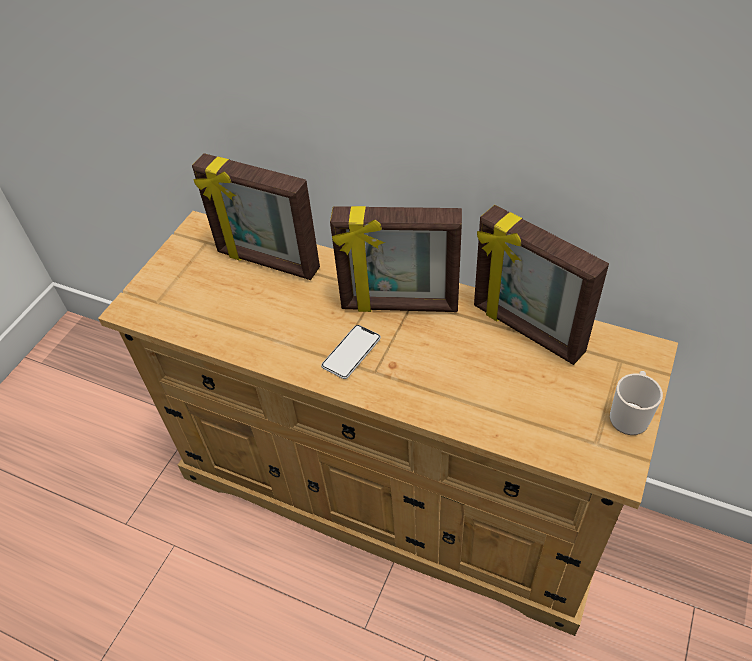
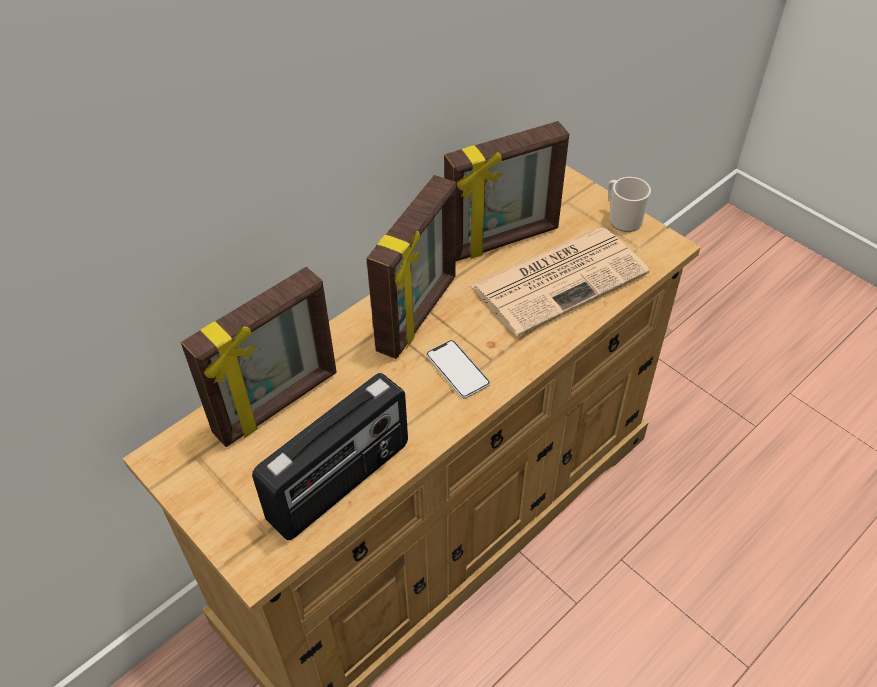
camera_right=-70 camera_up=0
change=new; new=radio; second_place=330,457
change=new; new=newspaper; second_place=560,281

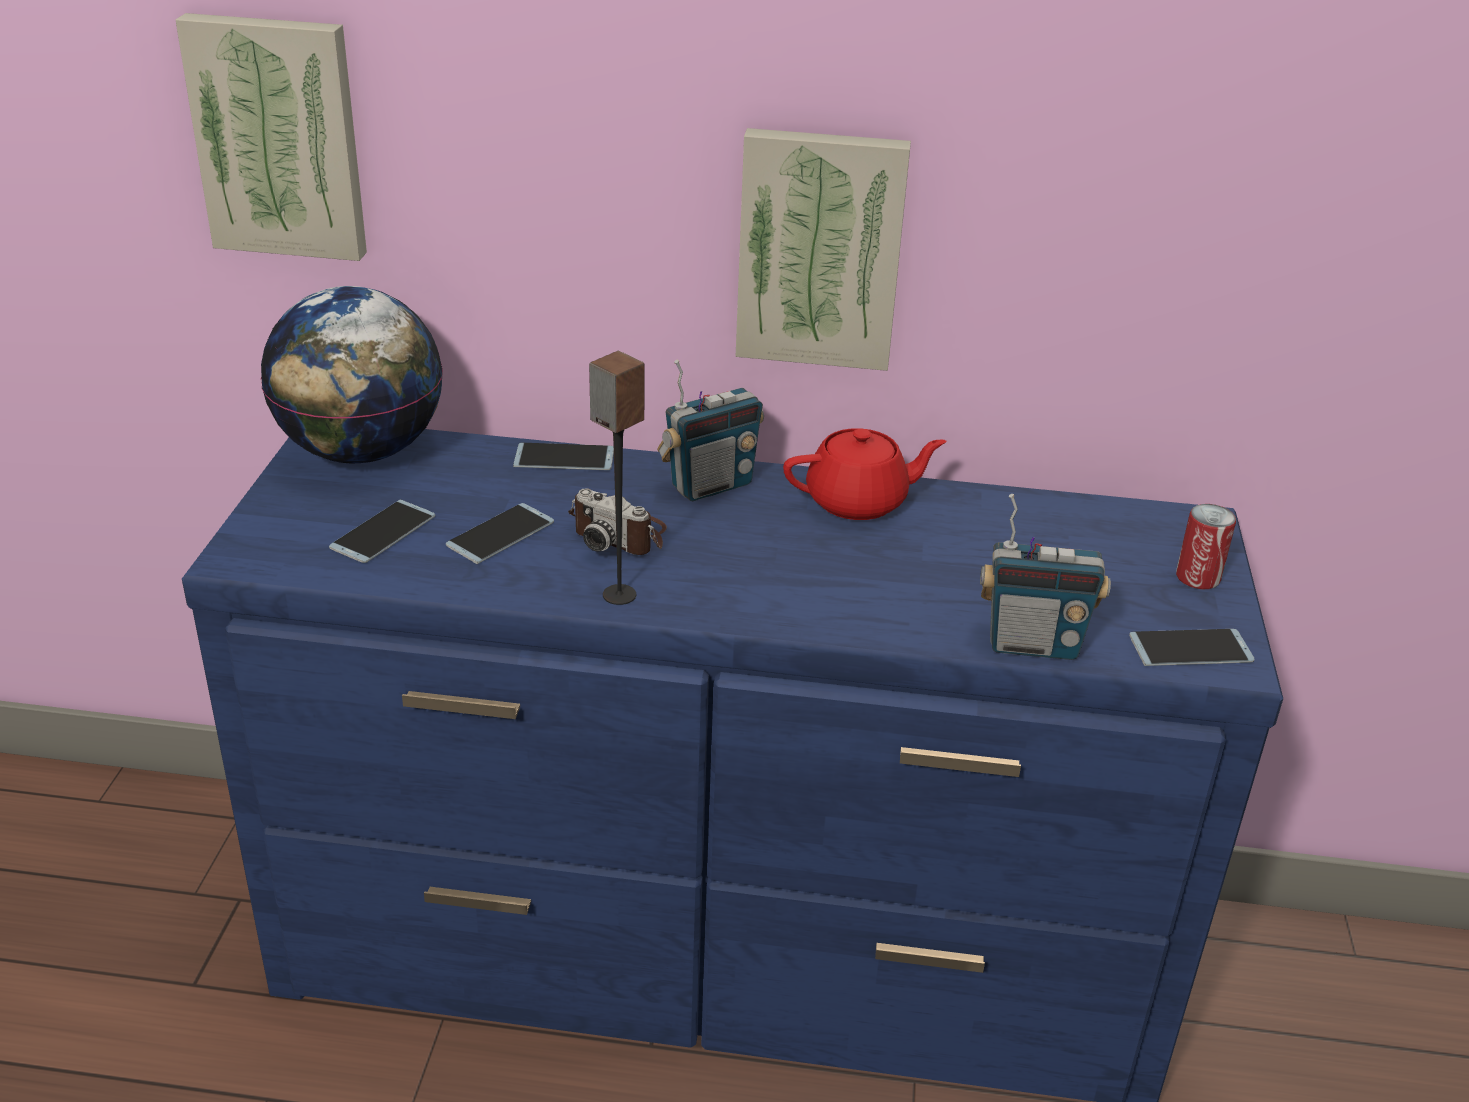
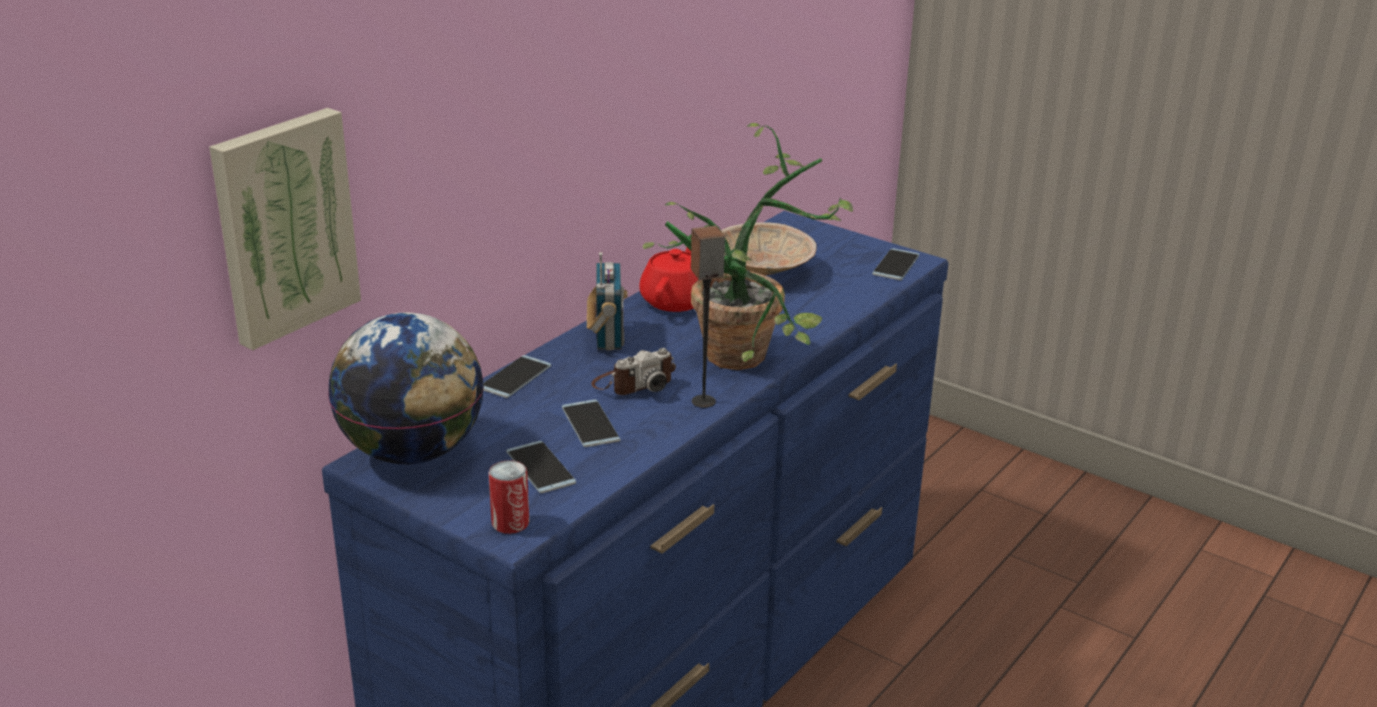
camera_right=-60 camera_up=-5
change=shifted; old=can; first_place=1206,546; second_place=509,497
change=new; new=potted plant; second_place=748,246
change=new; new=bowl (beige); second_place=769,248
change=gone; old=picture; first_place=823,249
change=gone; old=radio; first_place=1045,577

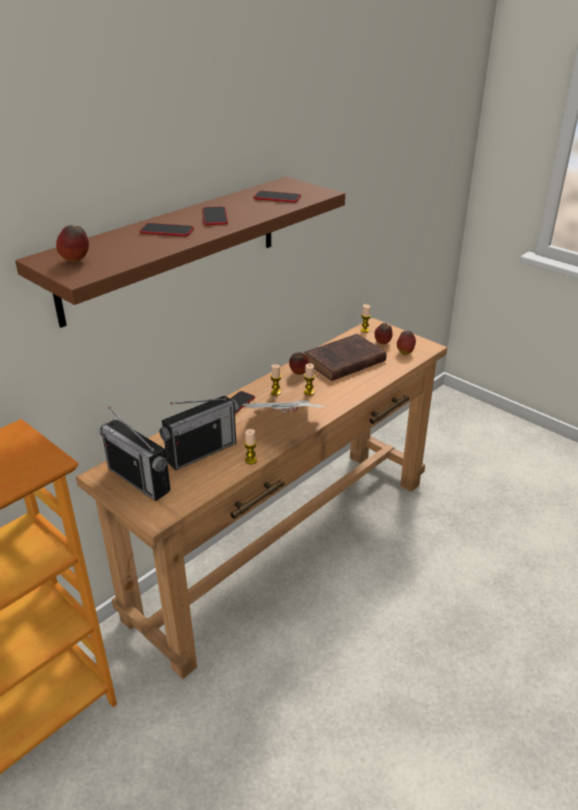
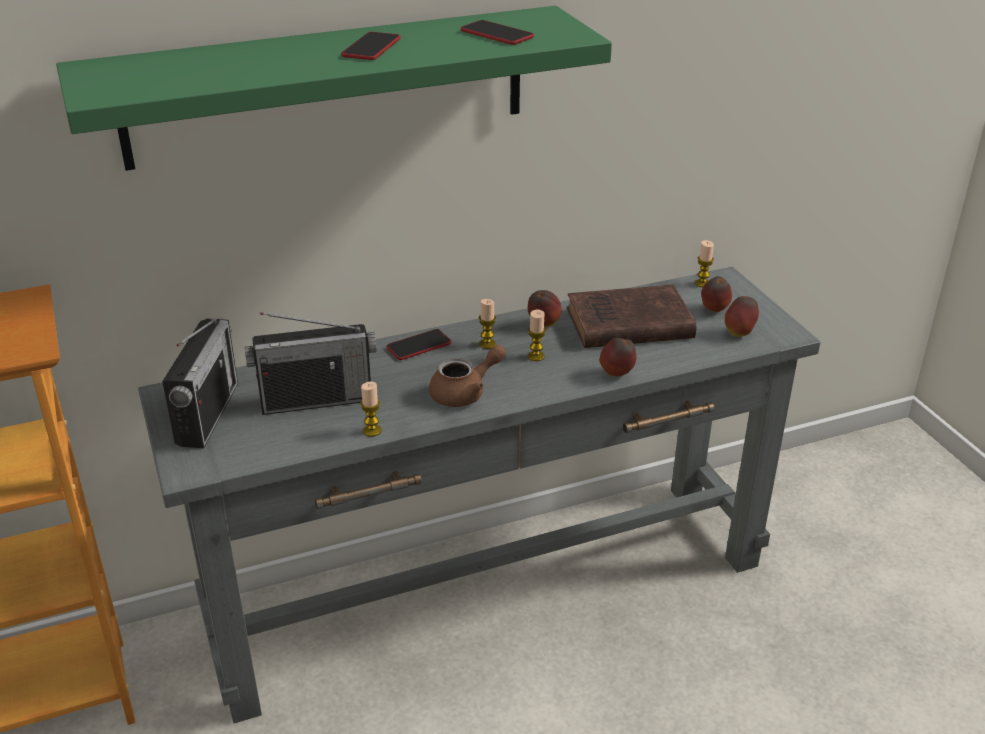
camera_right=25 camera_up=0
change=repainted; old=shelf (brown); new=shelf (green); first_place=180,252; second_place=334,88
change=repainted; old=console table (brown); new=console table (grey); first_place=261,498; second_place=479,495
change=rotated; old=radio; first_place=135,454; second_place=200,383; degrees=-150
change=swapped; old=newspaper; new=teapot (brown); first_place=284,406; second_place=467,376
change=shifted; old=apple; first_place=72,243; second_place=617,357
change=gone; old=phone; first_place=167,230

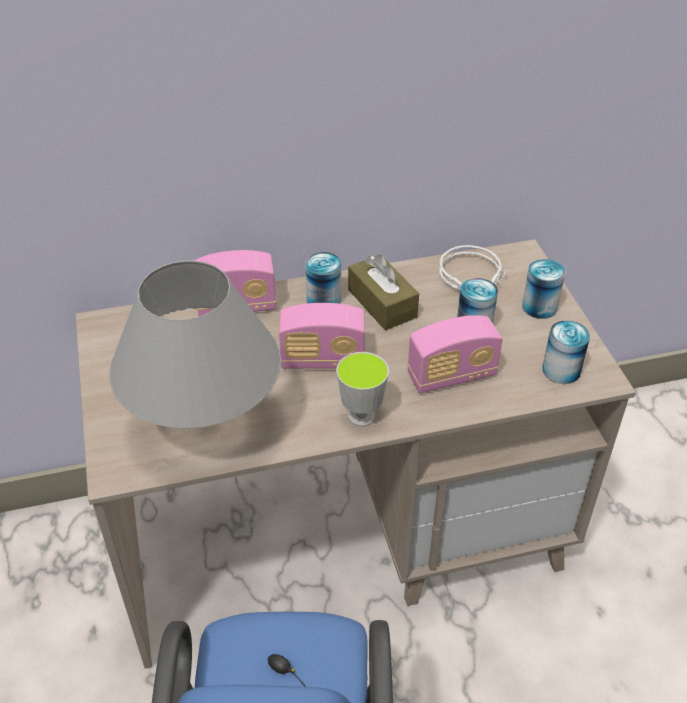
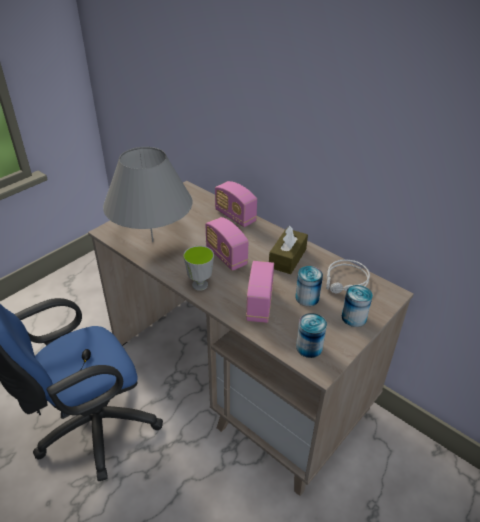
camera_right=55 camera_up=-5
change=rotated; old=radio; first_place=454,354; second_place=260,292; degrees=60
change=gone; old=can; first_place=323,278

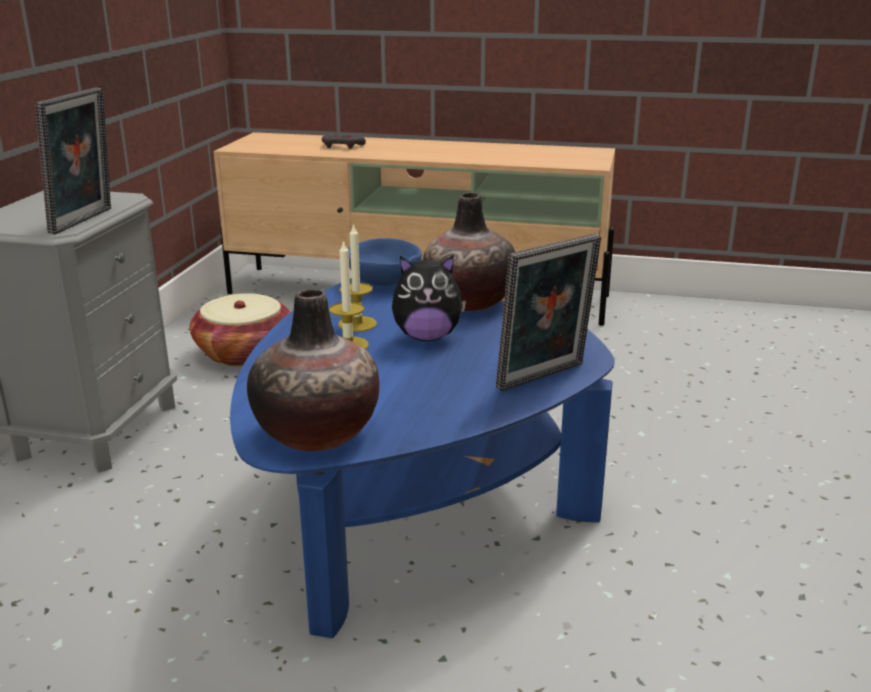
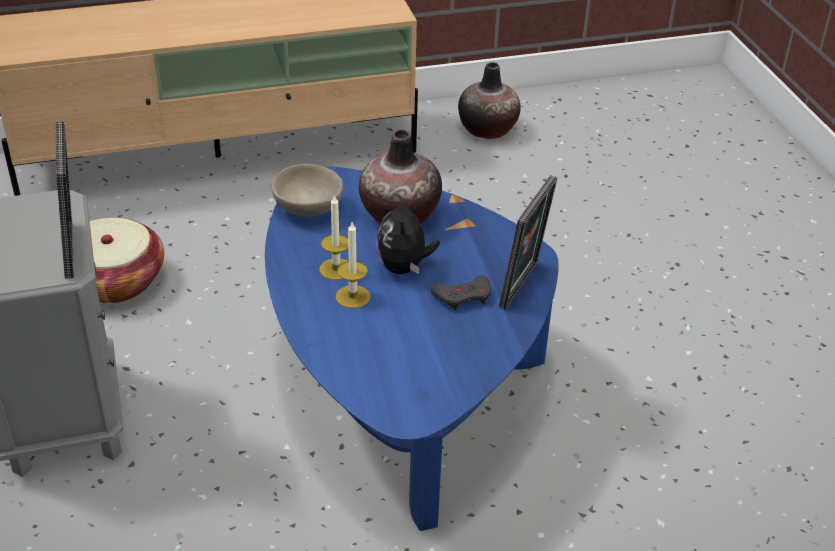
camera_right=-30 camera_up=15
change=repainted; old=bowl (blue); new=bowl (beige); first_place=384,262; second_place=307,190
change=rotated; old=plush toy; first_place=429,298; second_place=408,234; degrees=120
change=shifted; old=game controller (grey); first_place=344,141; second_place=461,293
change=shifted; old=vase; first_place=313,370; second_place=489,100

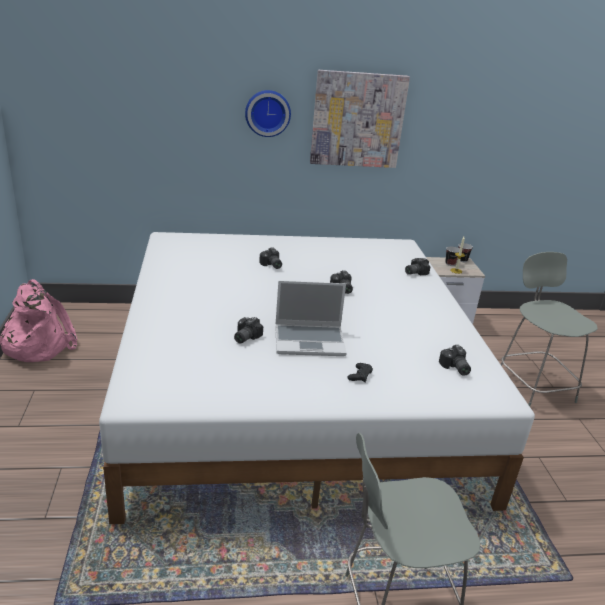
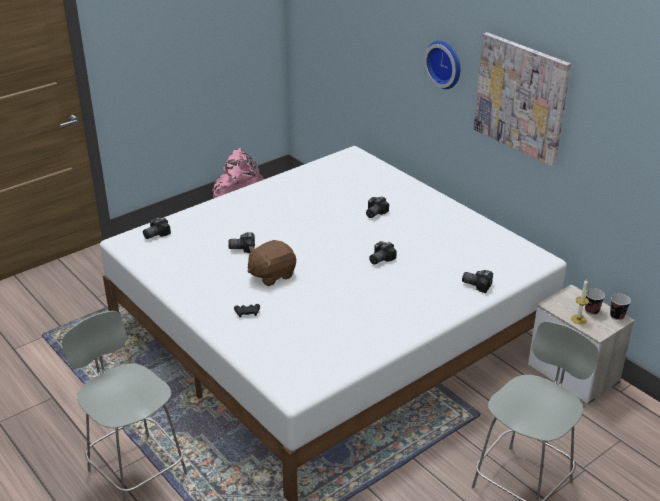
camera_right=60 camera_up=5
change=shifted; old=photo camera; first_place=455,360; second_place=157,228
change=swapped; old=laptop; new=plush toy (brown); first_place=311,318; second_place=272,263

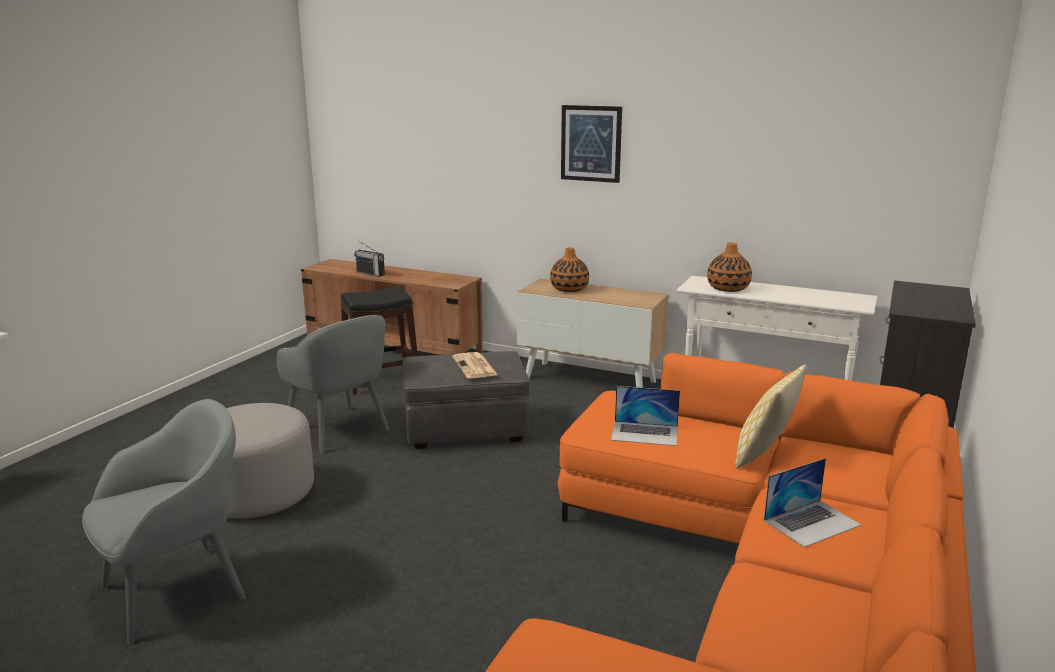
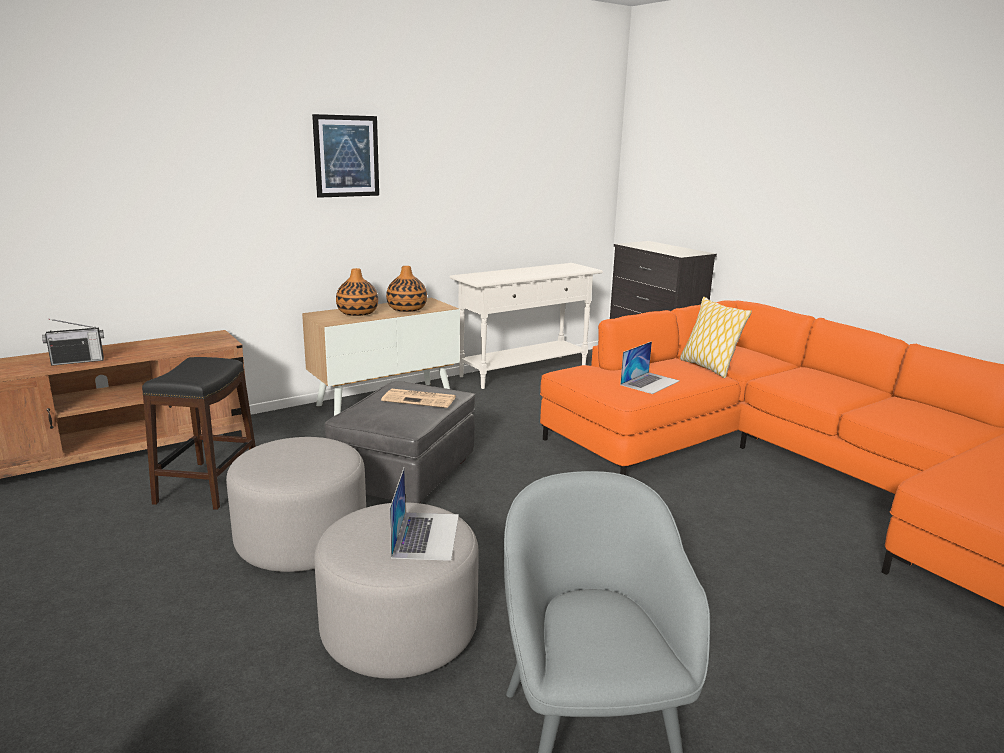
camera_right=-60 camera_up=0
change=swapped; old=armchair (grey); new=ottoman (grey); first_place=333,384; second_place=296,504
change=shifted; old=vase; first_place=729,267; second_place=406,289
change=shifted; old=laptop; first_place=813,502; second_place=424,514

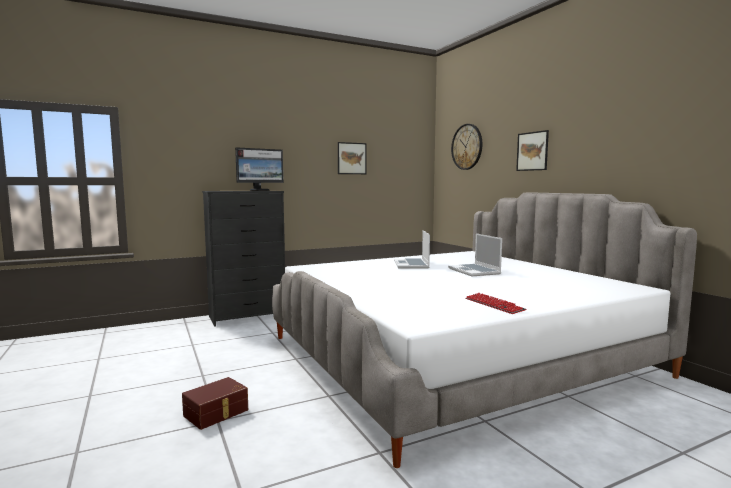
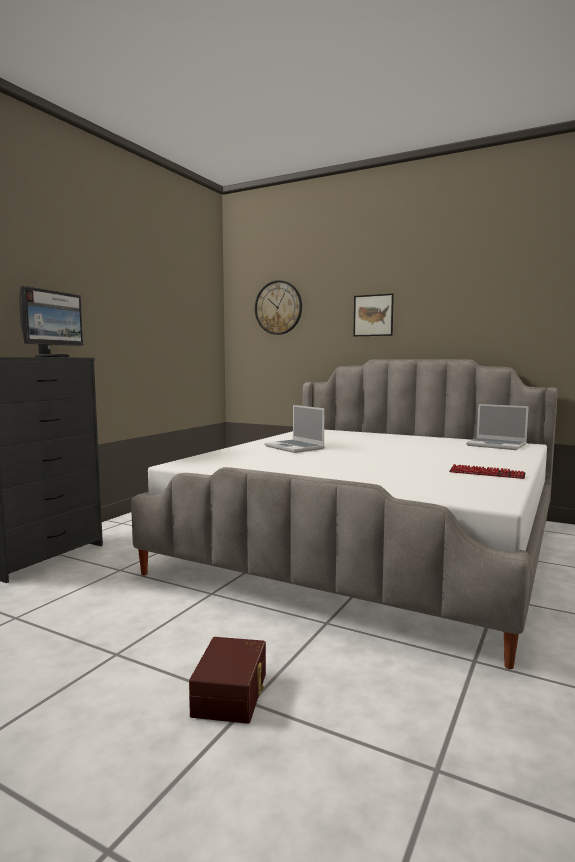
camera_right=-35 camera_up=0
change=shifted; old=laptop; first_place=475,254; second_place=497,427
change=gone; old=picture; first_place=352,158

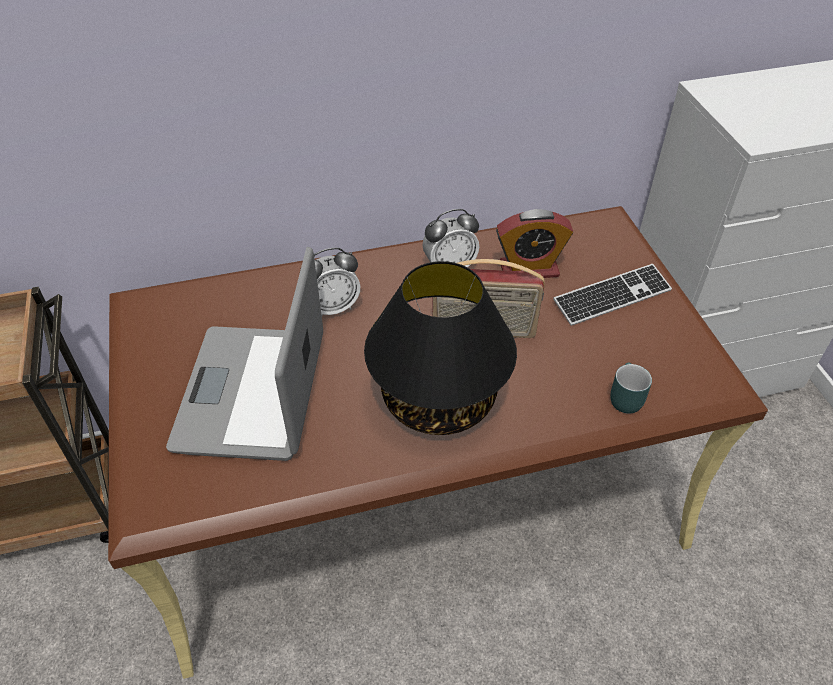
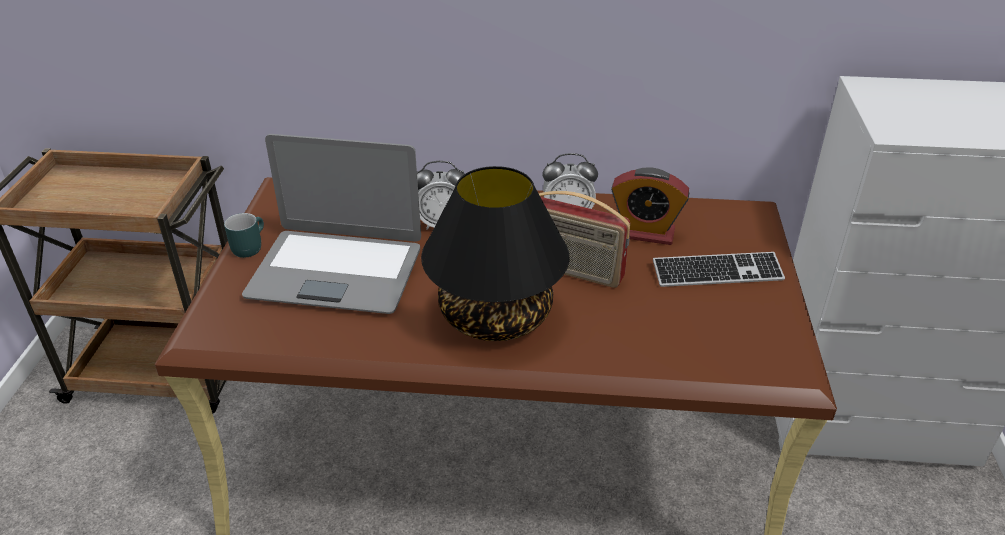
camera_right=20 camera_up=-10
change=shifted; old=mug (turquoise); first_place=631,388; second_place=244,235
change=rotated; old=laptop; first_place=244,354; second_place=331,224; degrees=-105

